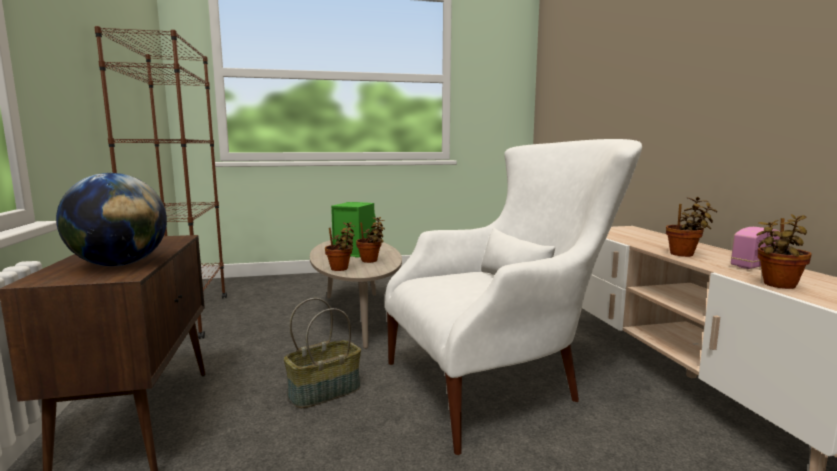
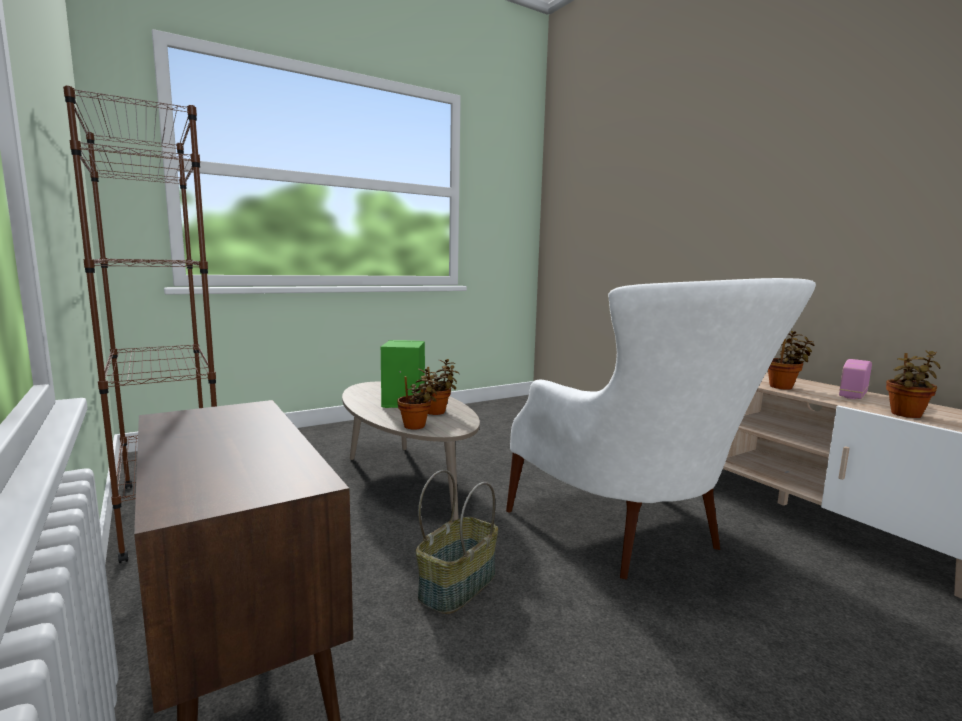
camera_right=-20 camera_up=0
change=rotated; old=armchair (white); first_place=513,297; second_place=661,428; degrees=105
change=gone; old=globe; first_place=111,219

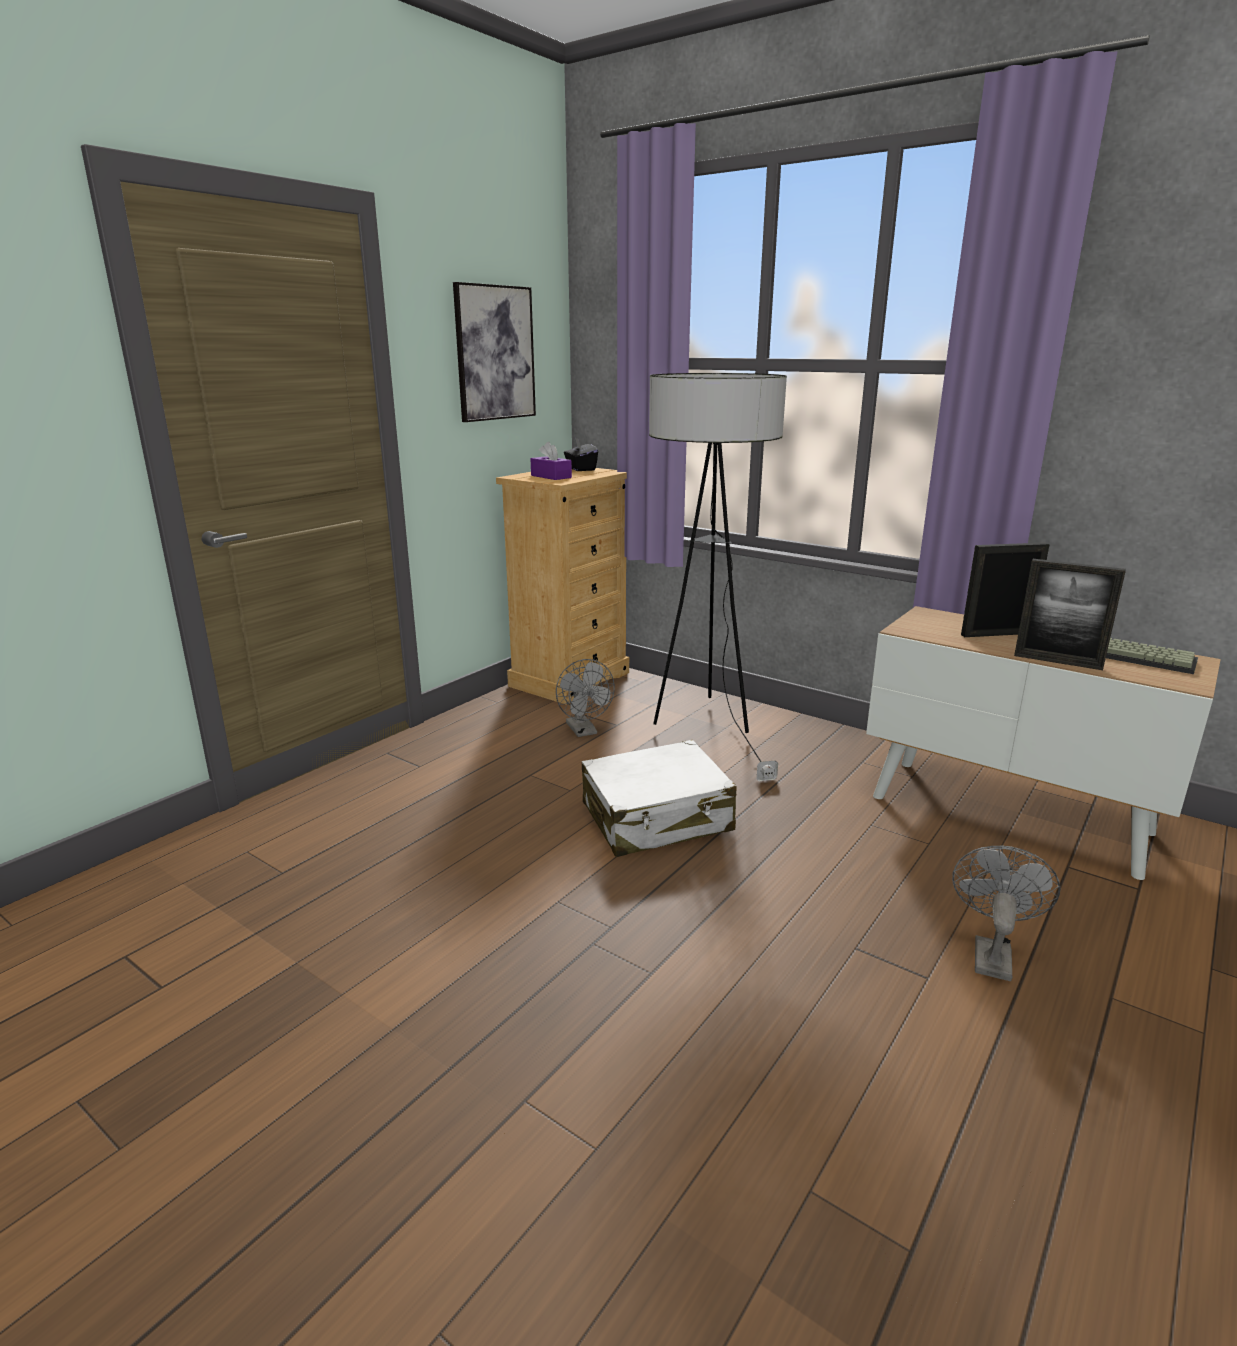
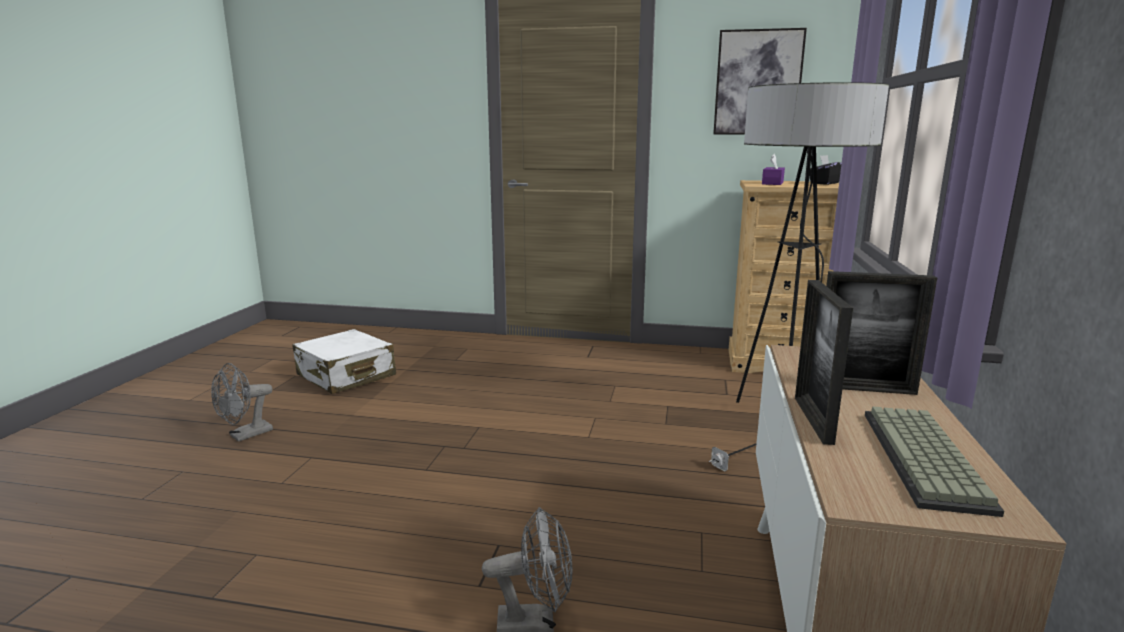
camera_right=65 camera_up=-5
change=shifted; old=fan (grey); first_place=585,698; second_place=242,402
change=shifted; old=suitcase (white); first_place=659,798; second_place=344,361
change=rotated; old=picture frame; first_place=1005,590; second_place=881,333; degrees=135

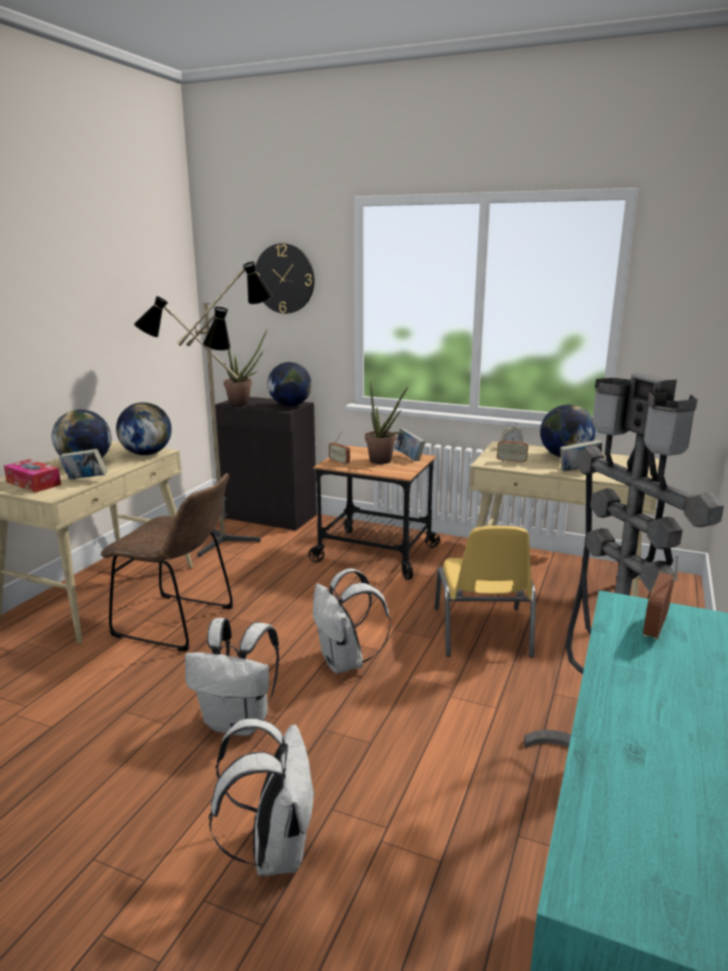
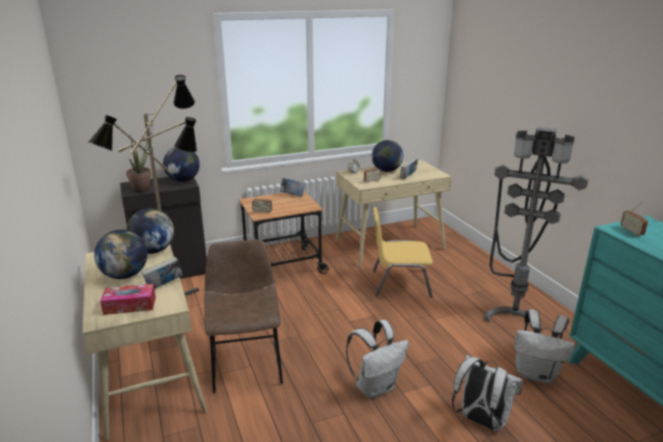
camera_right=-45 camera_up=5
change=rotated; old=chair (brown); first_place=167,562; second_place=243,316; degrees=-75
change=rotated; old=chair (yellow); first_place=485,591; second_place=403,252; degrees=135
change=shifted; old=backpack (white); first_place=352,621; second_place=544,346
change=gone; old=wall clock; first_place=284,278
change=gone; old=potted plant; first_place=386,423

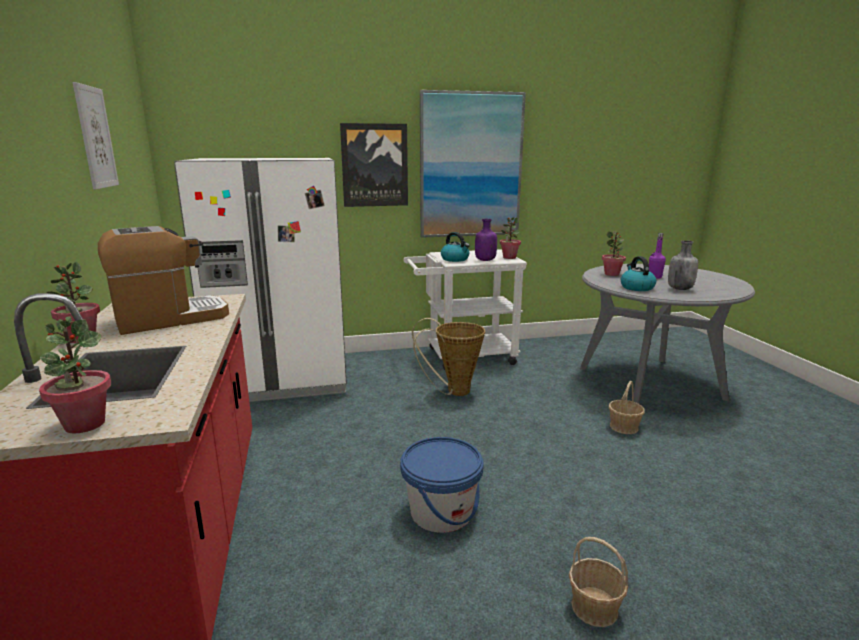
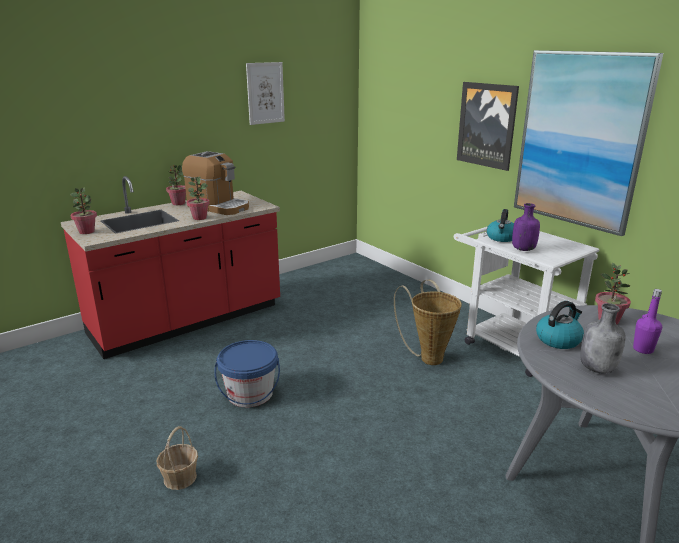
camera_right=65 camera_up=5
change=shifted; old=potted plant; first_place=510,238; second_place=198,198
change=gone; old=fridge (white); first_place=260,280
change=gone; old=basket; first_place=627,407

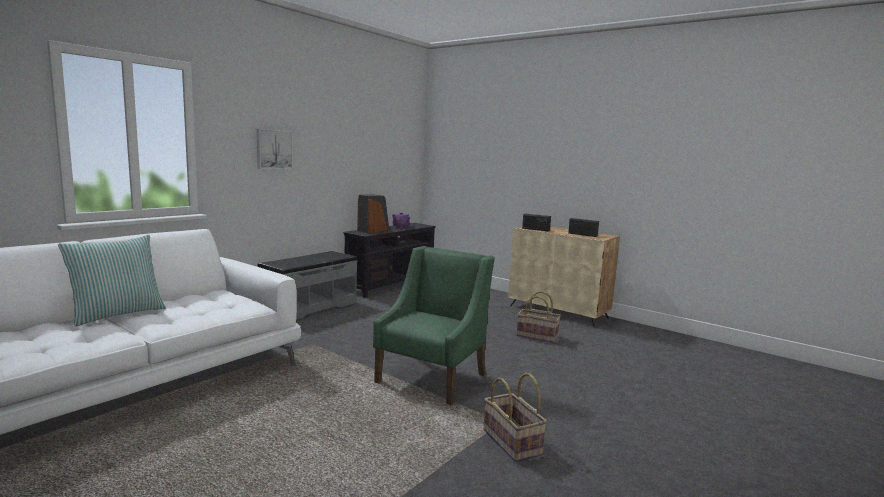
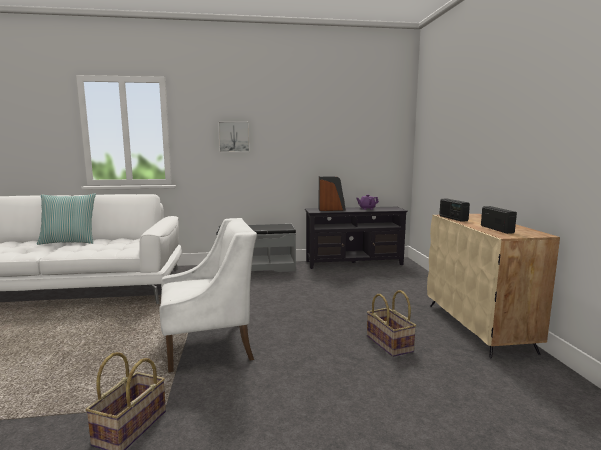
camera_right=45 camera_up=0
change=repainted; old=armchair (green); new=armchair (white); first_place=434,325; second_place=208,295

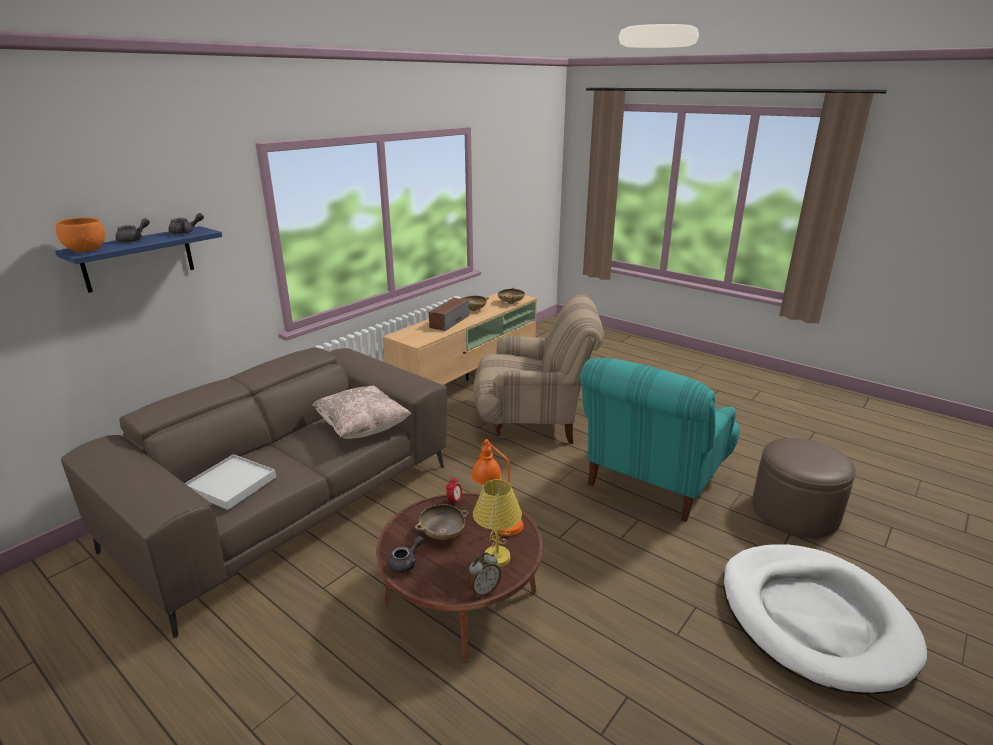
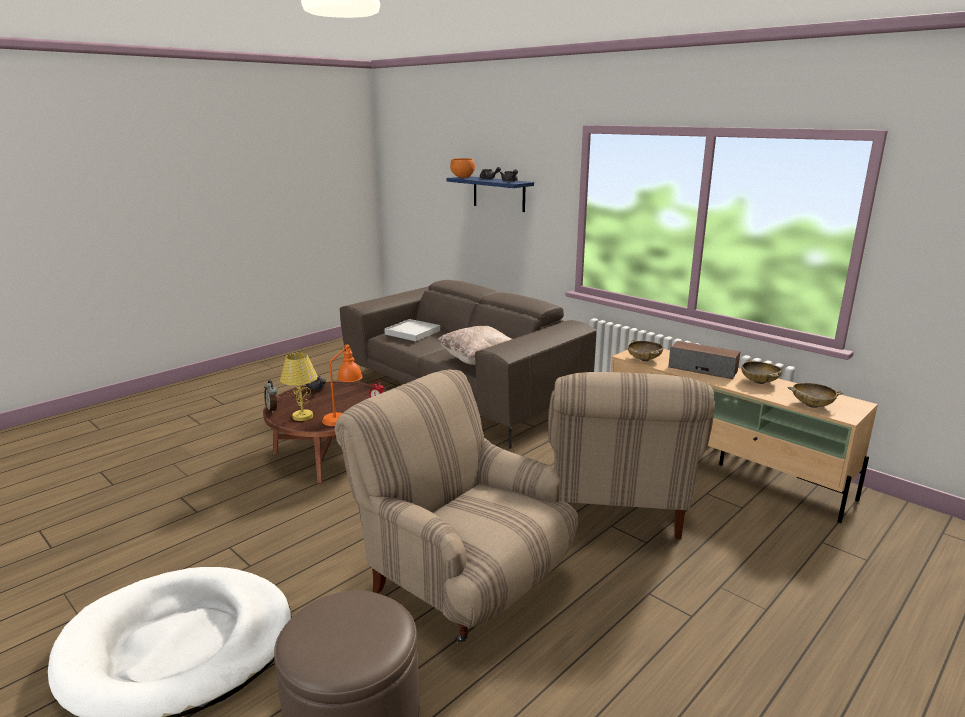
camera_right=95 camera_up=-5
change=repainted; old=armchair (turquoise); new=armchair (beige); first_place=660,440; second_place=456,506
change=shifted; old=bowl (beige); first_place=442,522; second_place=645,350

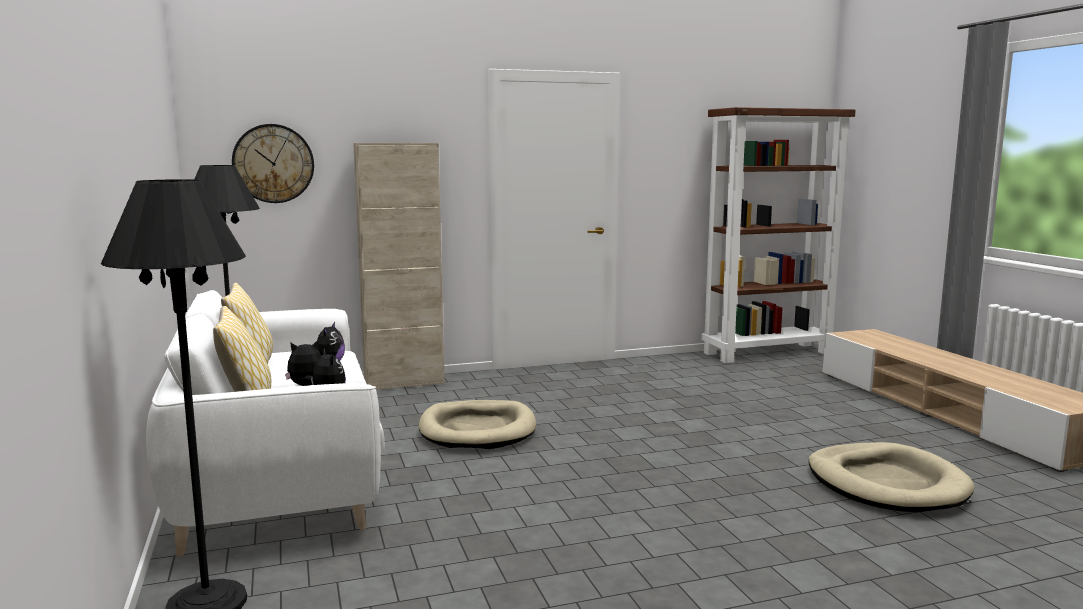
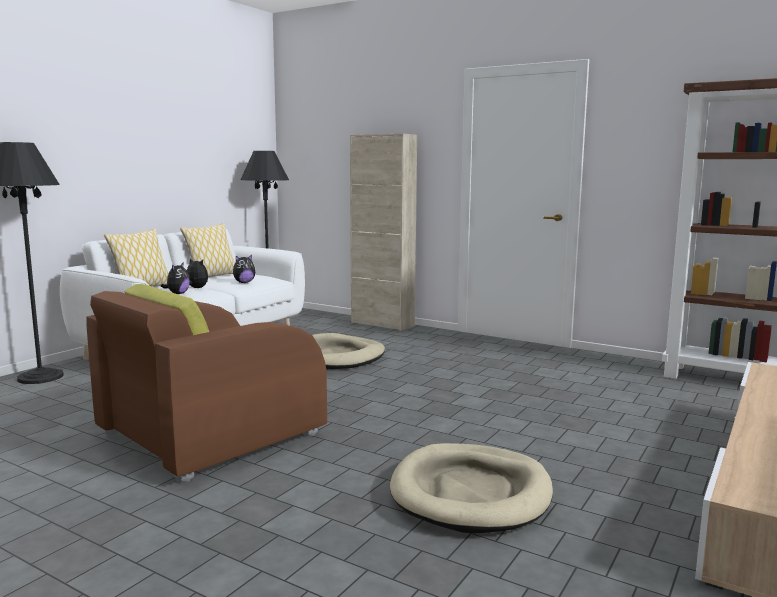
camera_right=50 camera_up=0
change=new; new=armchair (brown); second_place=206,383
change=gone; old=wall clock; first_place=273,163

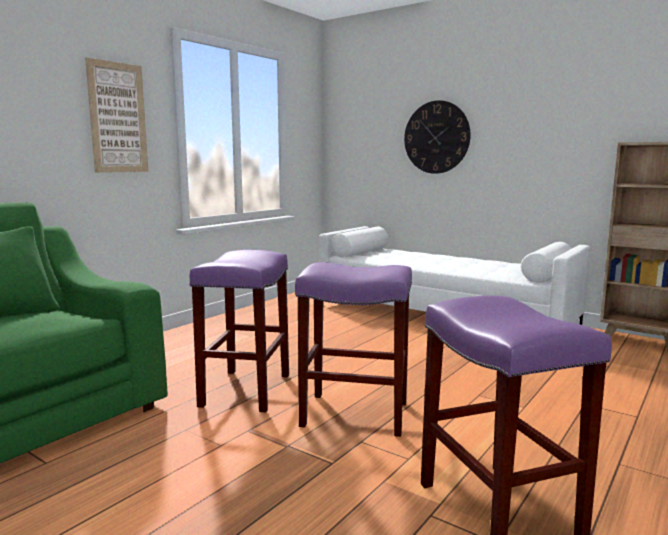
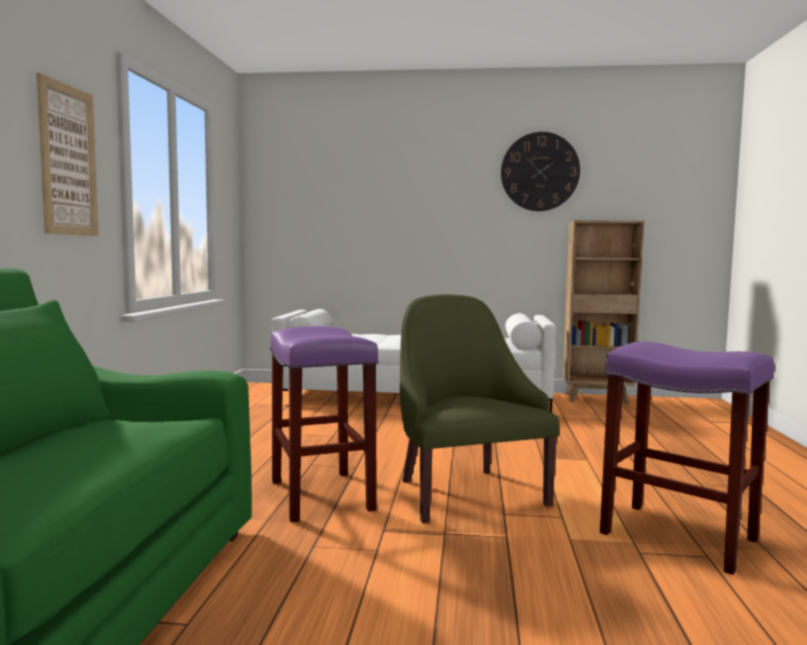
camera_right=-30 camera_up=-5
change=swapped; old=stool (purple); new=armchair (green); first_place=353,349; second_place=480,408
change=shifted; old=wall clock; first_place=437,137; second_place=540,171

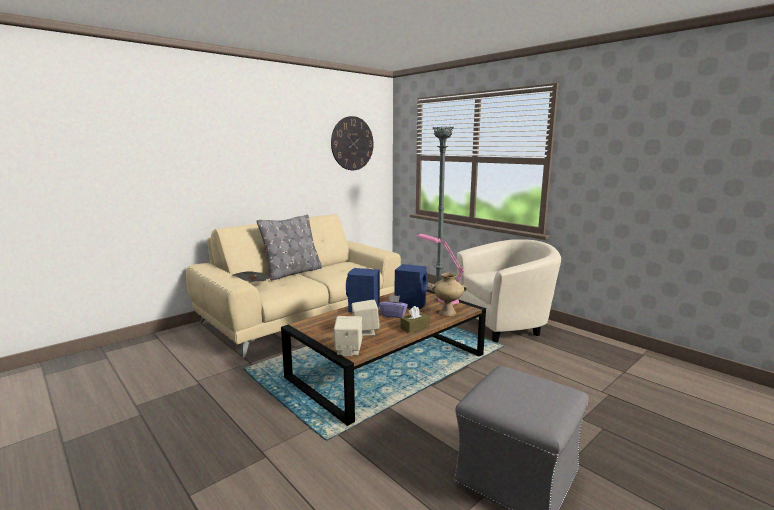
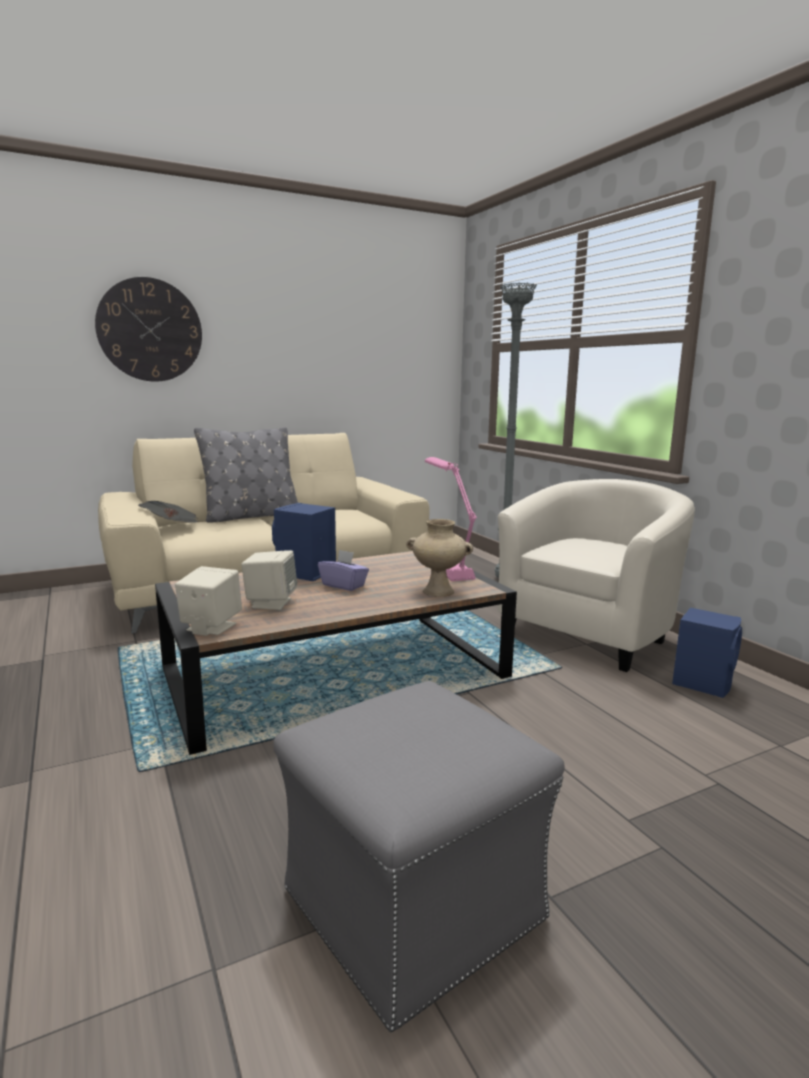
camera_right=15 camera_up=0
change=shifted; old=wall clock; first_place=352,143; second_place=148,329
change=rotated; old=armchair (beige); first_place=509,290; second_place=596,575; degrees=-45
change=shifted; old=speaker (blue); first_place=411,287; second_place=707,653
change=gone; old=tissue box (brown); first_place=415,319

